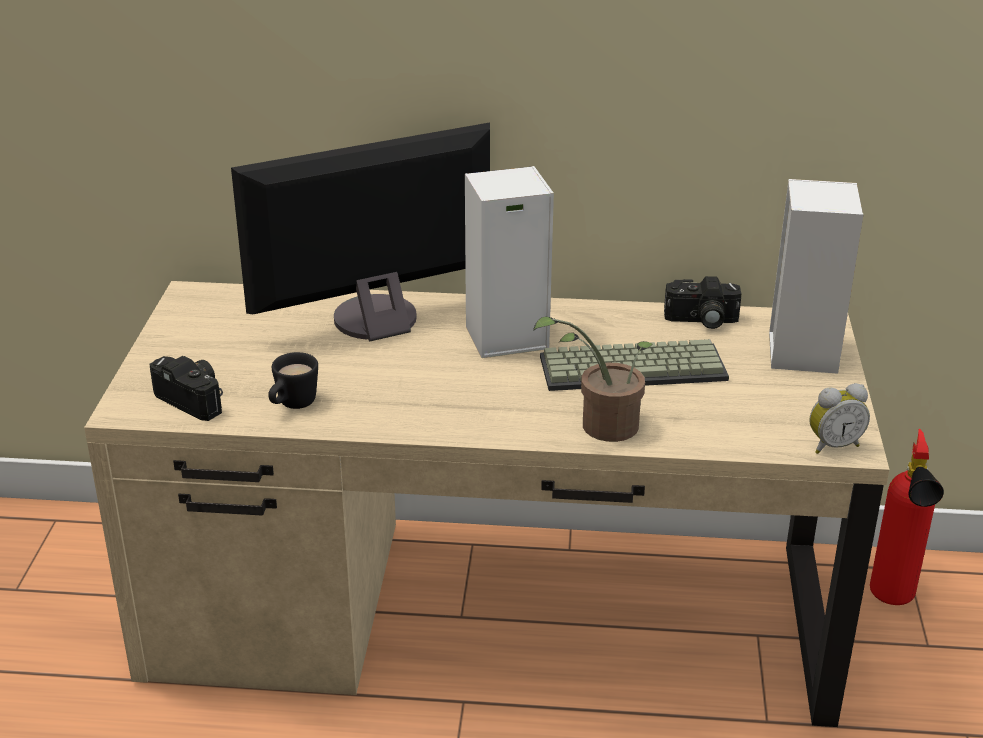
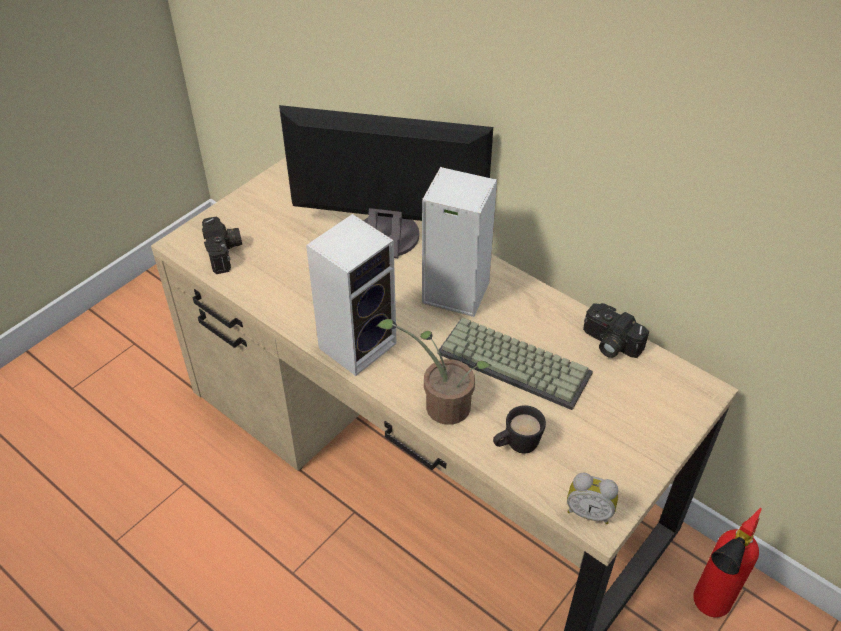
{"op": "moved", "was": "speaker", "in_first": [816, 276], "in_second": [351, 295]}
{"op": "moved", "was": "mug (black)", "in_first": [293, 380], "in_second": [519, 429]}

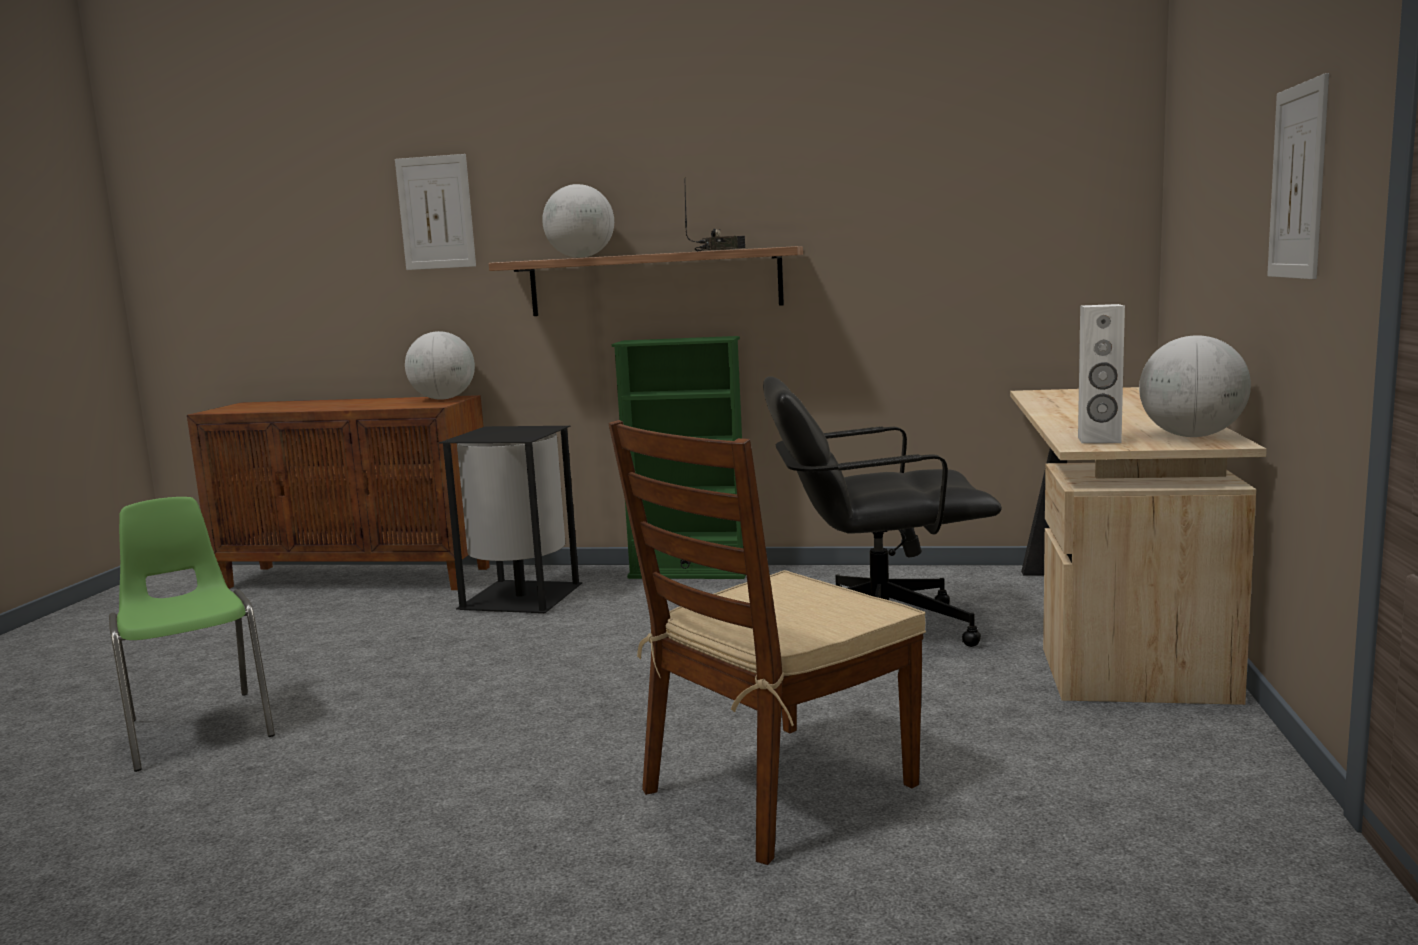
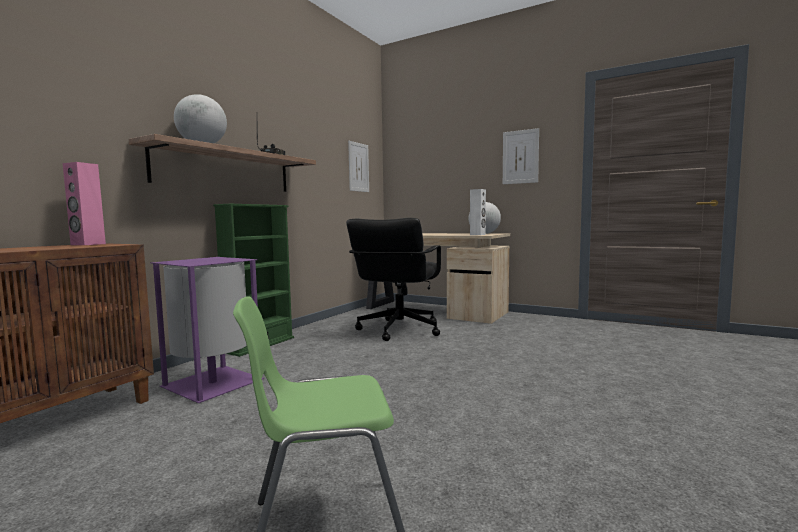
{"op": "replaced", "was": "world globe", "now": "speaker (pink)", "in_first": [440, 365], "in_second": [84, 203]}
{"op": "recoloured", "was": "trash can (black)", "now": "trash can (purple-coloured)", "in_first": [510, 519], "in_second": [207, 330]}
{"op": "moved", "was": "wall picture", "in_first": [435, 212], "in_second": [358, 166]}
{"op": "removed", "was": "plain chair (brown-coloured)", "in_first": [767, 642]}

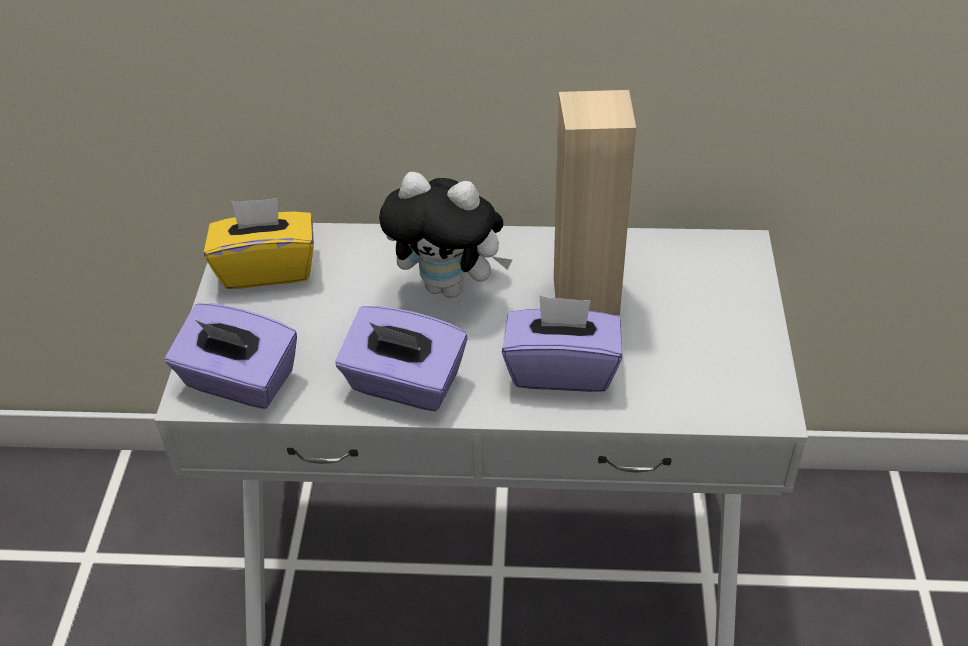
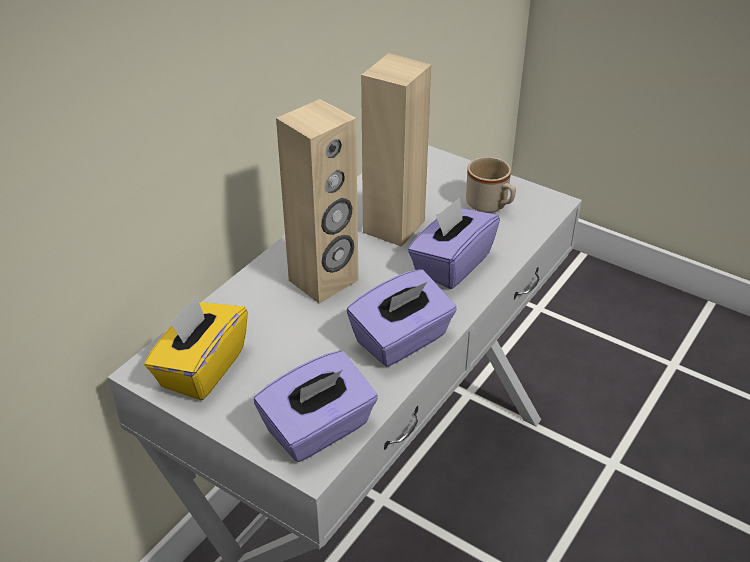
{"op": "replaced", "was": "plush toy", "now": "speaker (sand-coloured)", "in_first": [445, 235], "in_second": [317, 201]}
{"op": "added", "now": "mug (sand-coloured)", "in_second": [491, 185]}

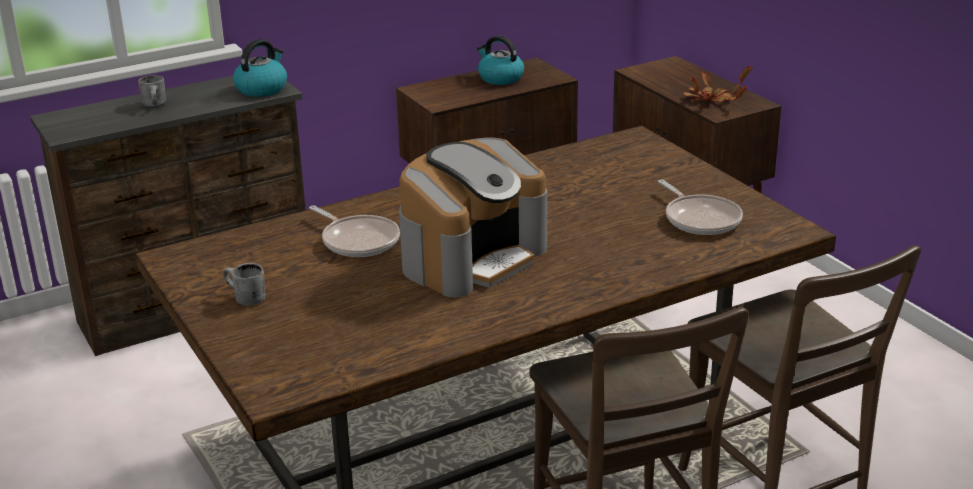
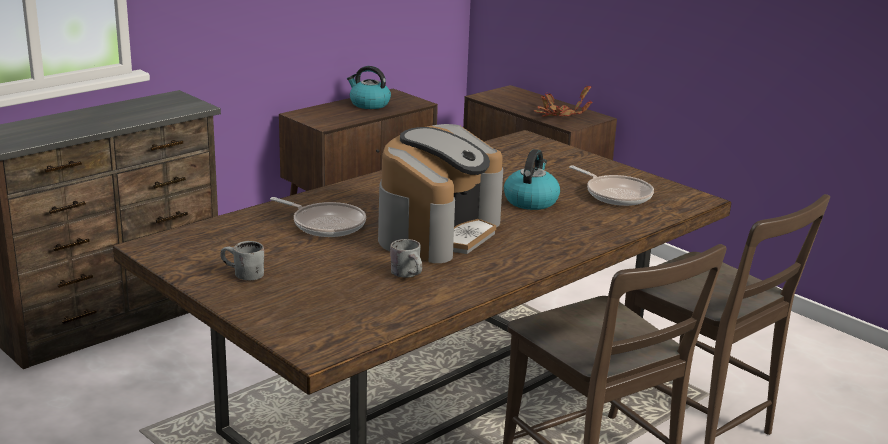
{"op": "moved", "was": "mug (greyish)", "in_first": [152, 91], "in_second": [406, 258]}
{"op": "moved", "was": "tea kettle", "in_first": [260, 68], "in_second": [532, 179]}

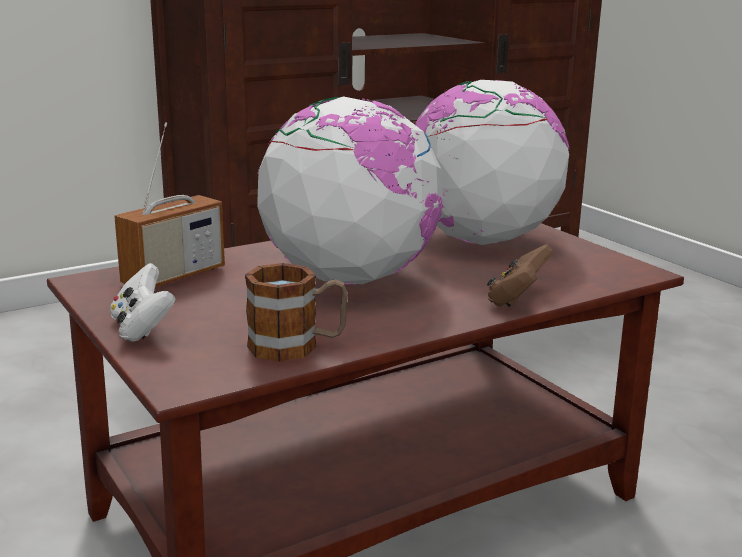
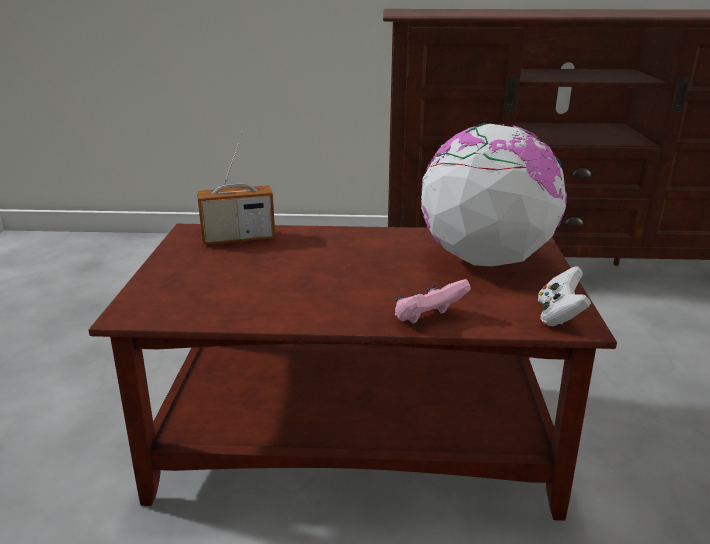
{"op": "recoloured", "was": "joypad (brown-coloured)", "now": "joypad (pink)", "in_first": [520, 276], "in_second": [433, 301]}
{"op": "moved", "was": "joypad (white)", "in_first": [143, 302], "in_second": [564, 296]}
{"op": "removed", "was": "mug", "in_first": [296, 312]}
{"op": "removed", "was": "world globe", "in_first": [350, 190]}

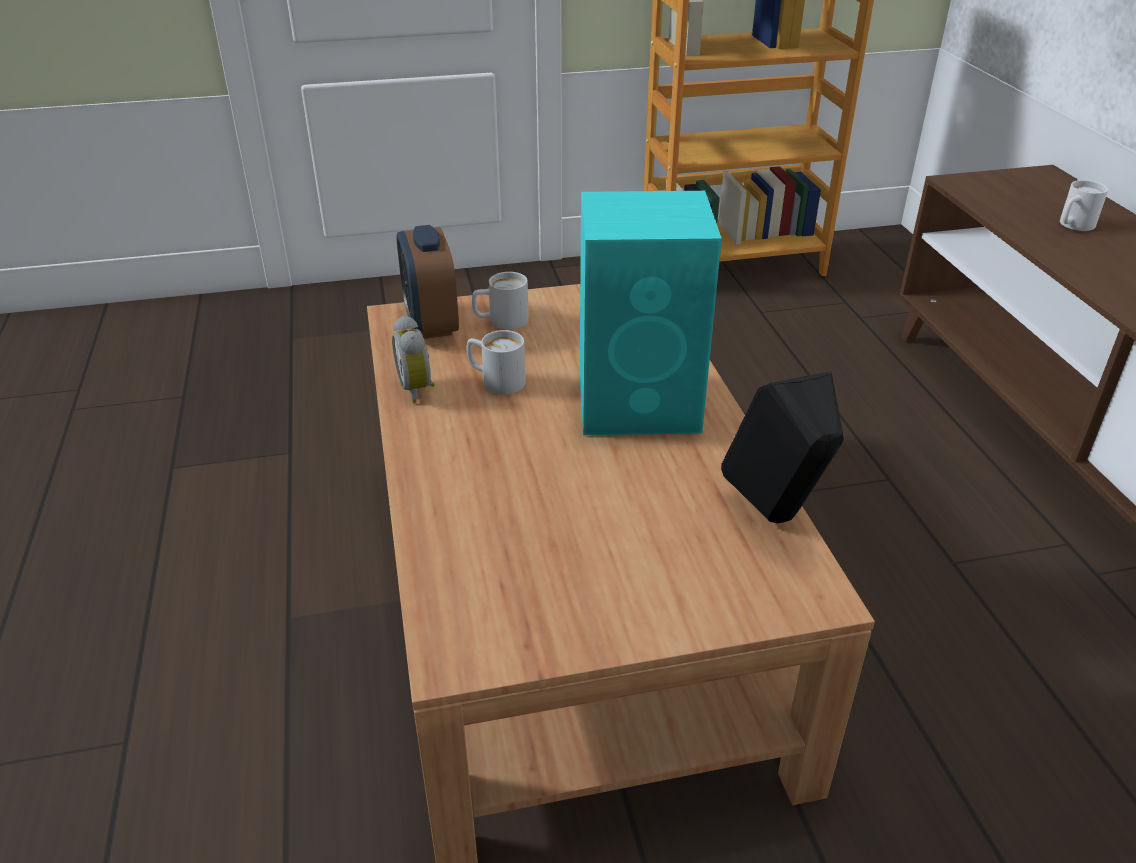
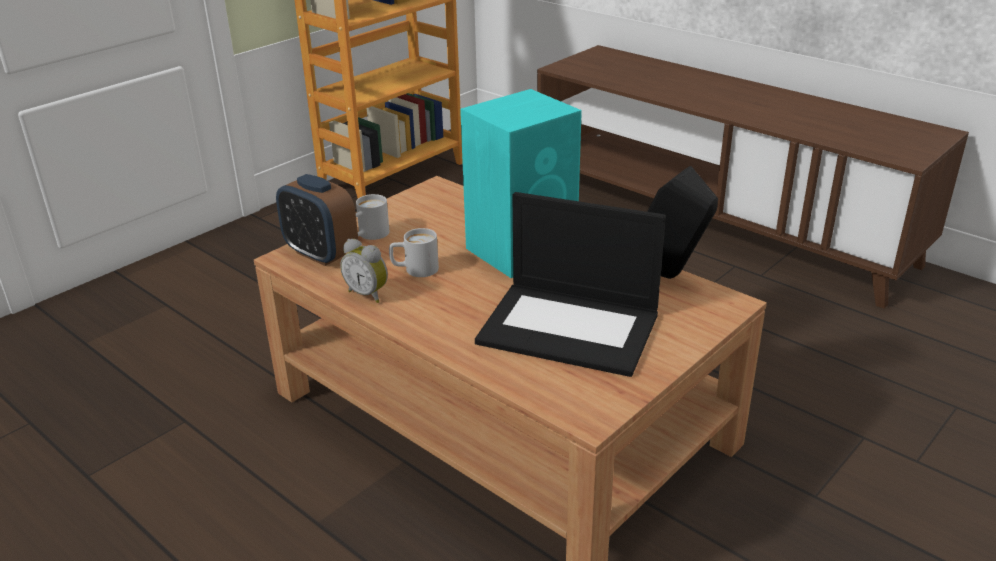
{"op": "added", "now": "laptop", "in_second": [570, 284]}
{"op": "removed", "was": "mug (white)", "in_first": [1084, 205]}

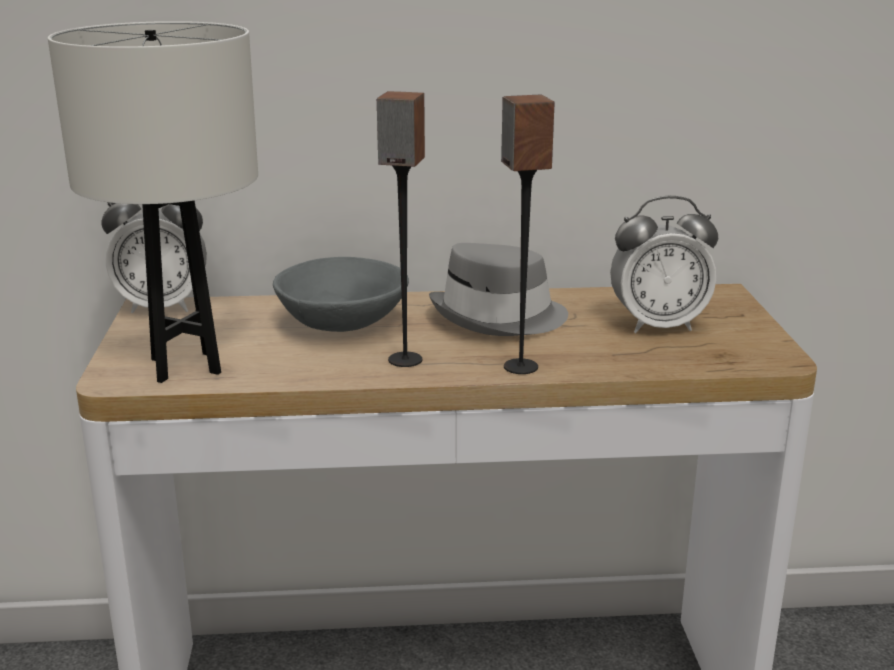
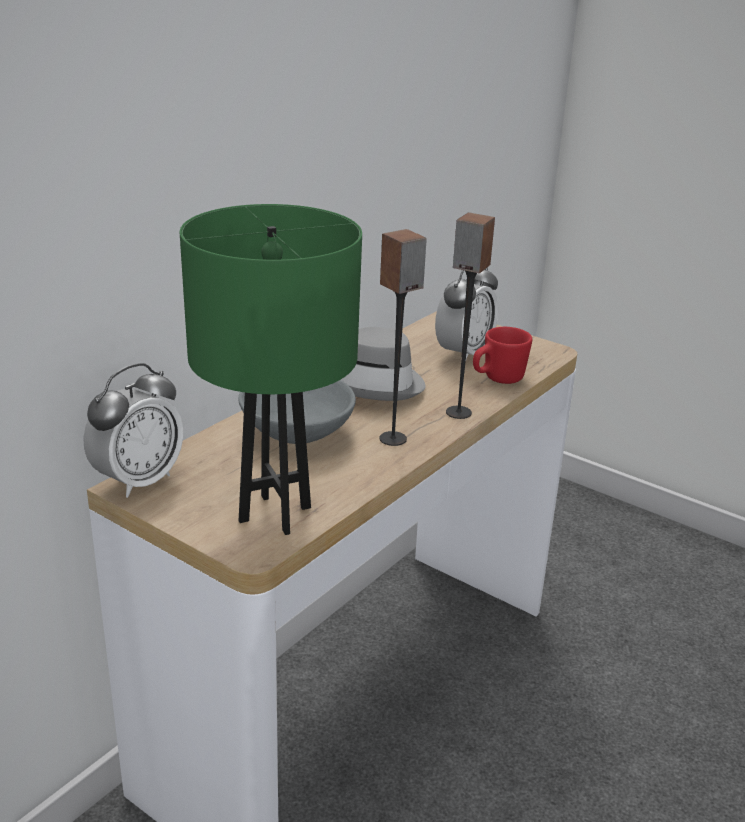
{"op": "recoloured", "was": "table lamp (white)", "now": "table lamp (greenish)", "in_first": [153, 202], "in_second": [271, 369]}
{"op": "added", "now": "mug (red-coloured)", "in_second": [502, 355]}

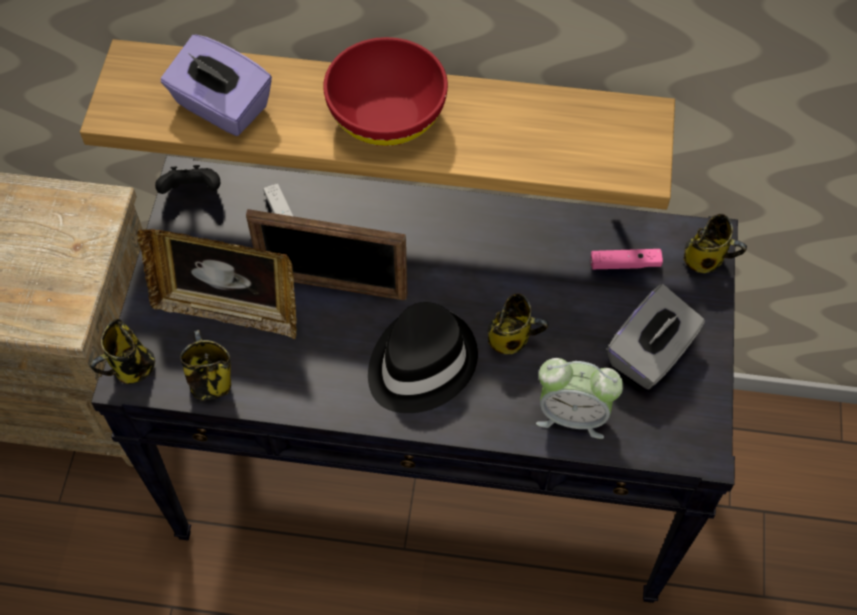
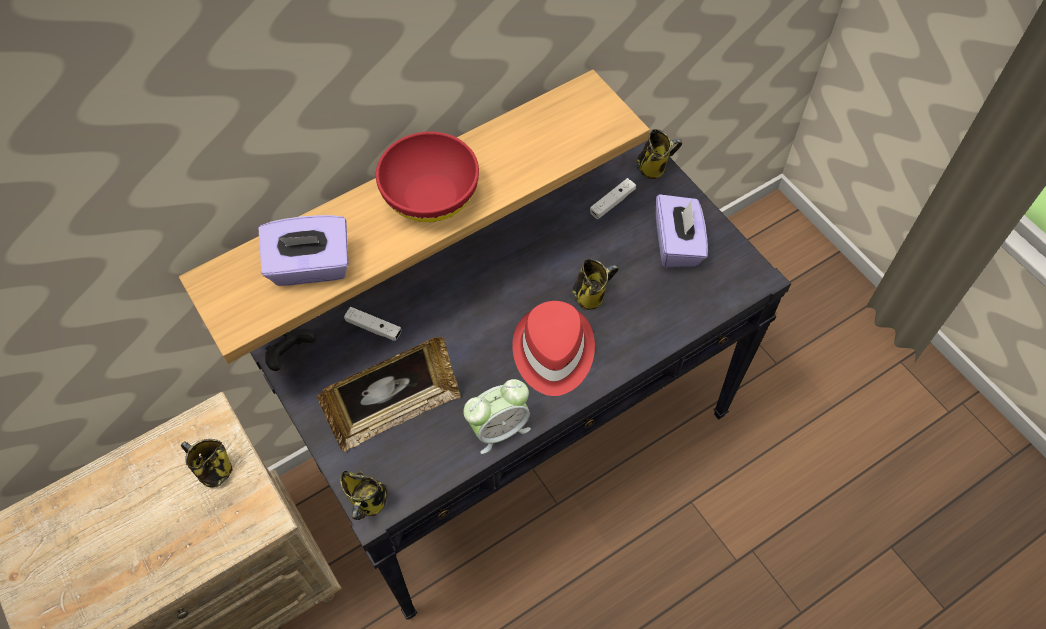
{"op": "moved", "was": "mug", "in_first": [205, 365], "in_second": [207, 463]}
{"op": "moved", "was": "table clock", "in_first": [579, 398], "in_second": [497, 416]}
{"op": "recoloured", "was": "wearable hat (black)", "now": "wearable hat (red-coloured)", "in_first": [423, 357], "in_second": [553, 348]}
{"op": "recoloured", "was": "joypad (pink)", "now": "joypad (white)", "in_first": [627, 259], "in_second": [613, 198]}
{"op": "recoloured", "was": "tissue holder (greyish)", "now": "tissue holder (purple-coloured)", "in_first": [656, 337], "in_second": [682, 230]}
{"op": "removed", "was": "photo frame", "in_first": [326, 254]}

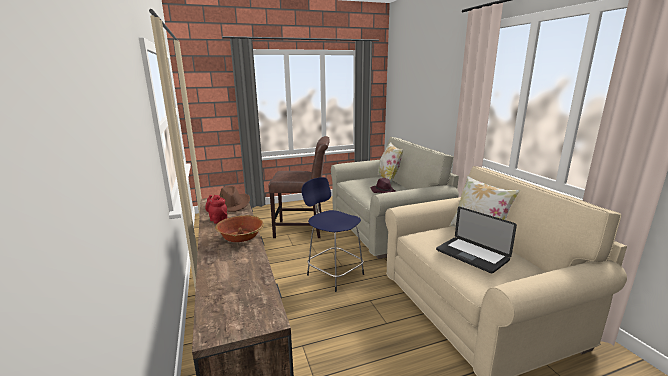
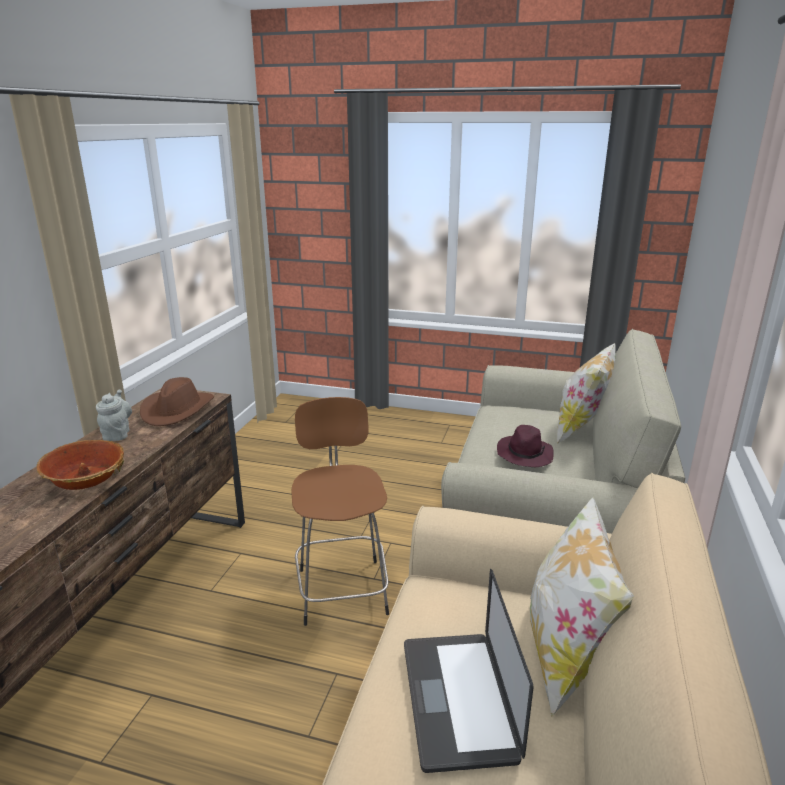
{"op": "recoloured", "was": "teapot (red-coloured)", "now": "teapot (greyish)", "in_first": [216, 209], "in_second": [114, 415]}
{"op": "recoloured", "was": "sitting stool (blue-coloured)", "now": "sitting stool (brown-coloured)", "in_first": [332, 234], "in_second": [340, 511]}
{"op": "removed", "was": "plain chair (brown-coloured)", "in_first": [299, 187]}

